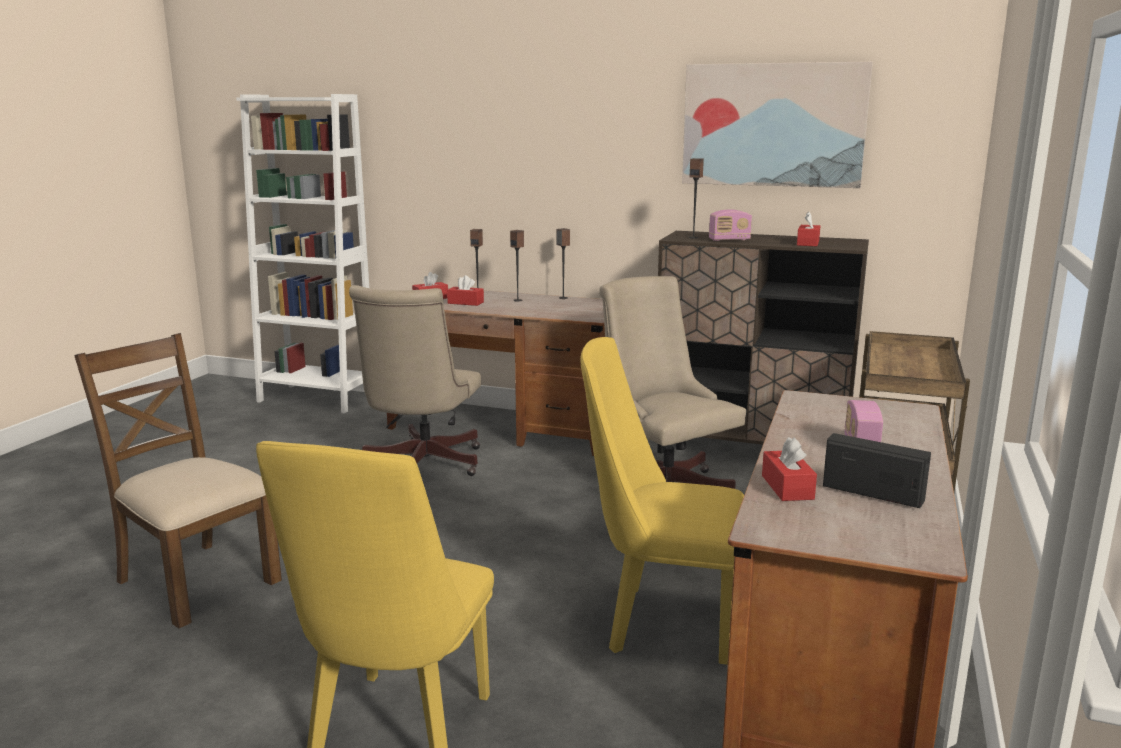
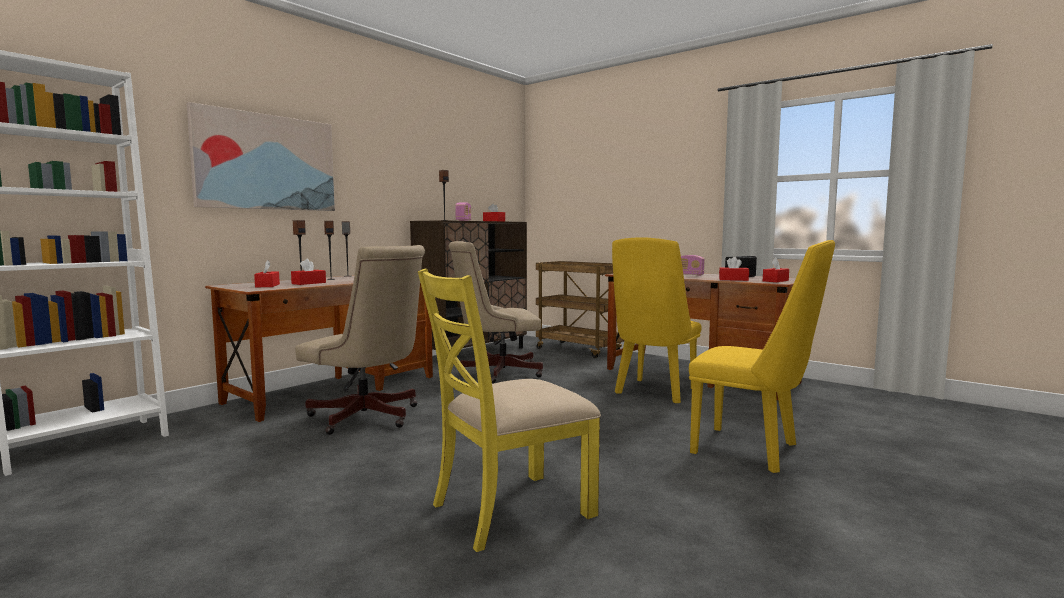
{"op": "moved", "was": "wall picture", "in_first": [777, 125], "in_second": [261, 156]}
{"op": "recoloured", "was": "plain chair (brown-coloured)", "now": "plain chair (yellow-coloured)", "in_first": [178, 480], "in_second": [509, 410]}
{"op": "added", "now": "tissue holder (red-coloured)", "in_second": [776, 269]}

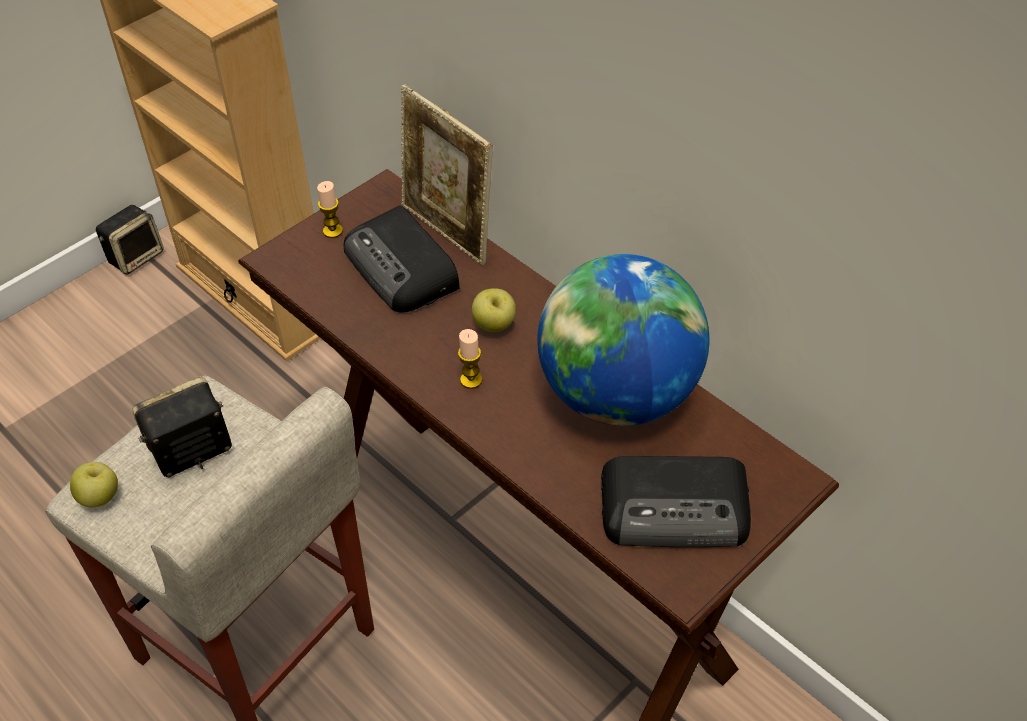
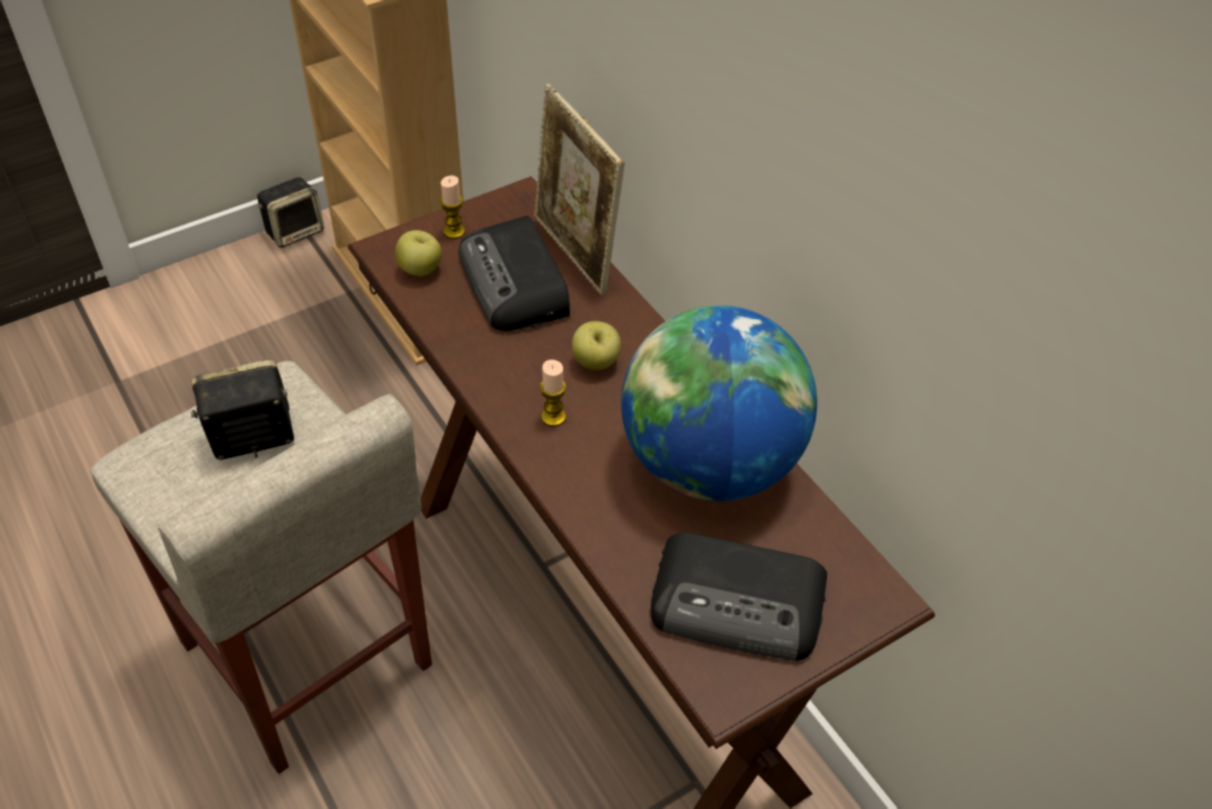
{"op": "moved", "was": "whole apple", "in_first": [94, 484], "in_second": [418, 253]}

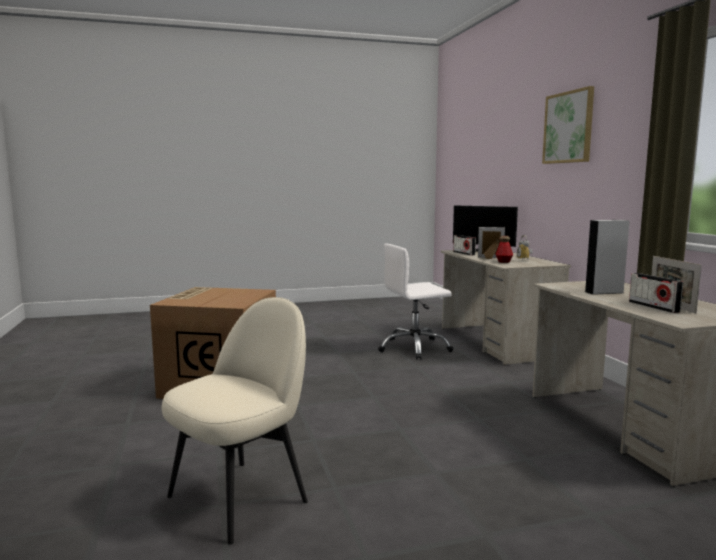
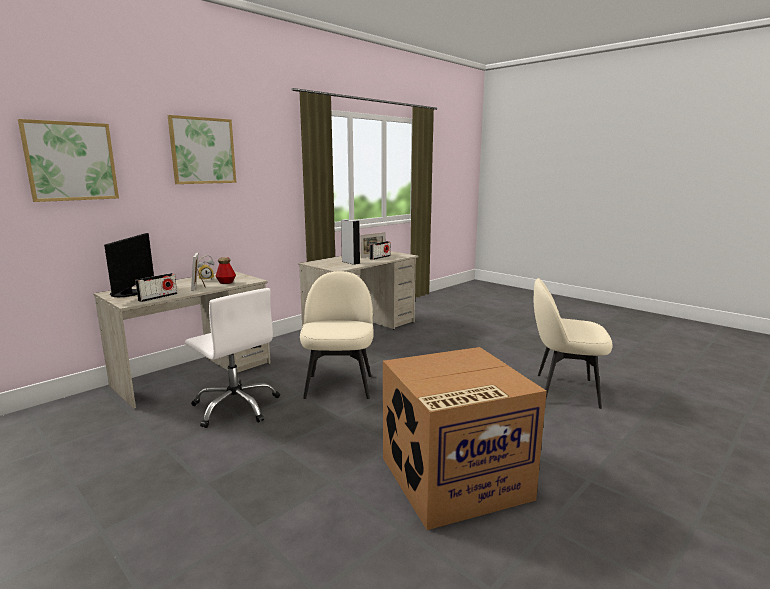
{"op": "added", "now": "wall picture", "in_second": [68, 160]}
{"op": "added", "now": "plain chair (sand-coloured)", "in_second": [337, 335]}

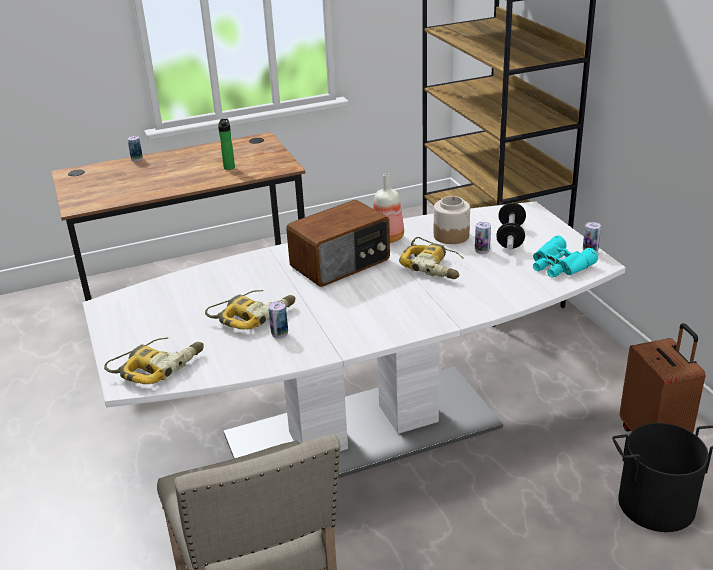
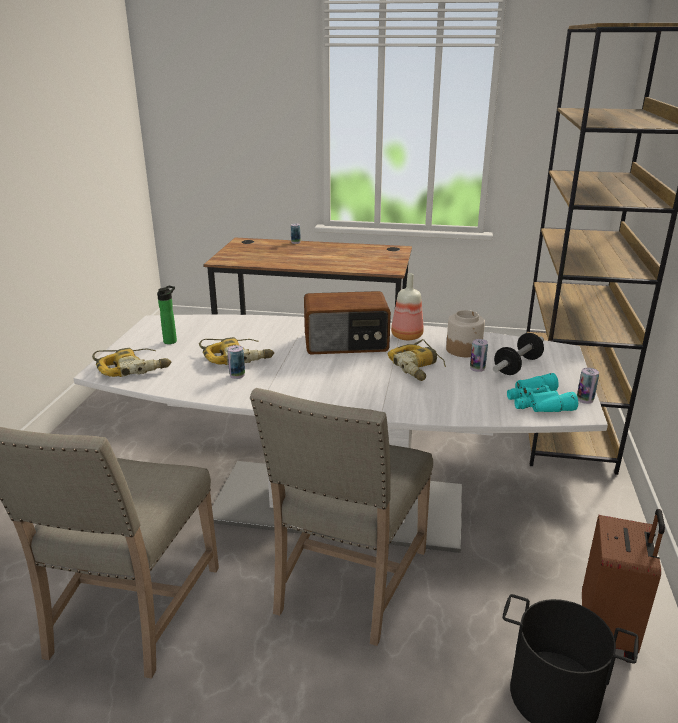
{"op": "moved", "was": "bottle", "in_first": [226, 144], "in_second": [167, 315]}
{"op": "added", "now": "plain chair (sand-coloured)", "in_second": [341, 517]}

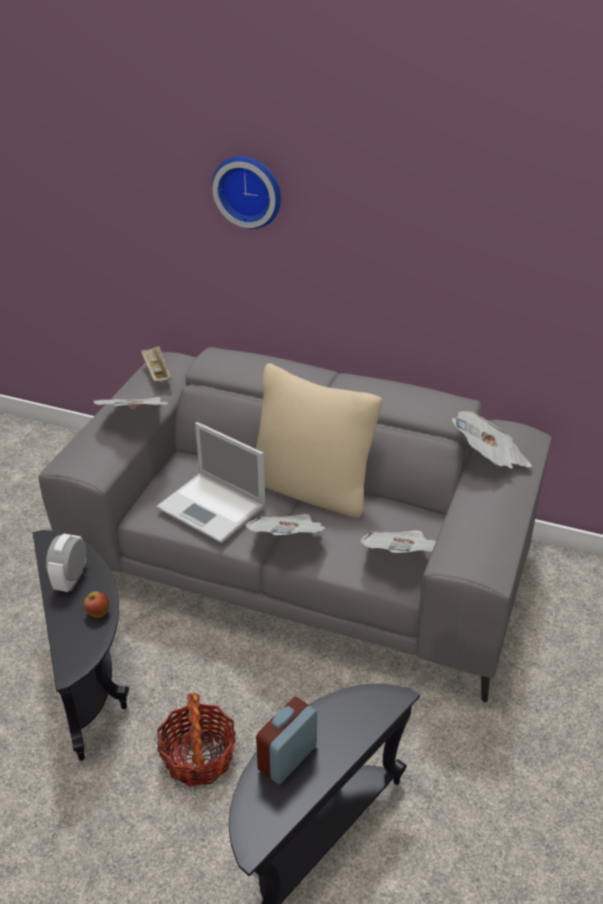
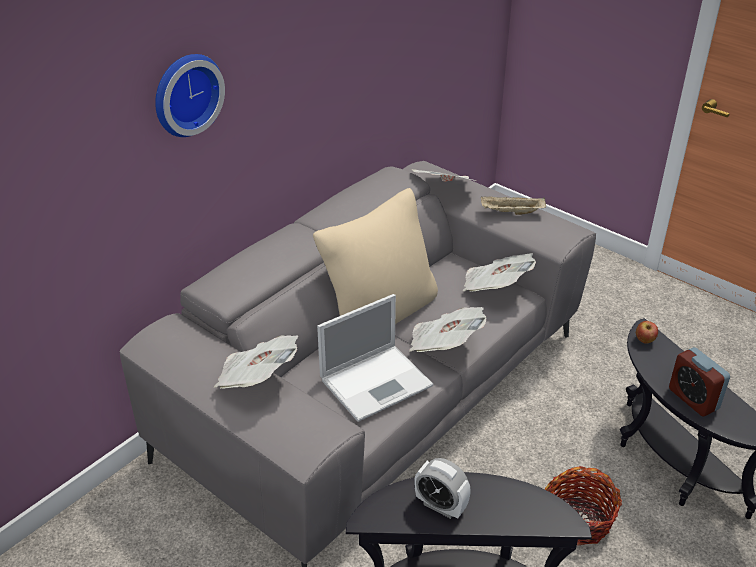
{"op": "moved", "was": "serving tray (sand-coloured)", "in_first": [156, 364], "in_second": [513, 205]}
{"op": "moved", "was": "whole apple", "in_first": [96, 604], "in_second": [647, 332]}

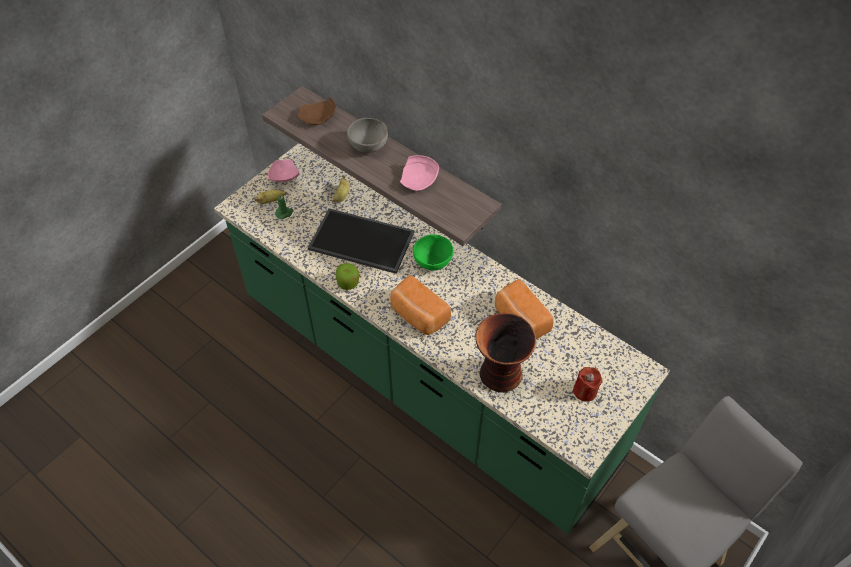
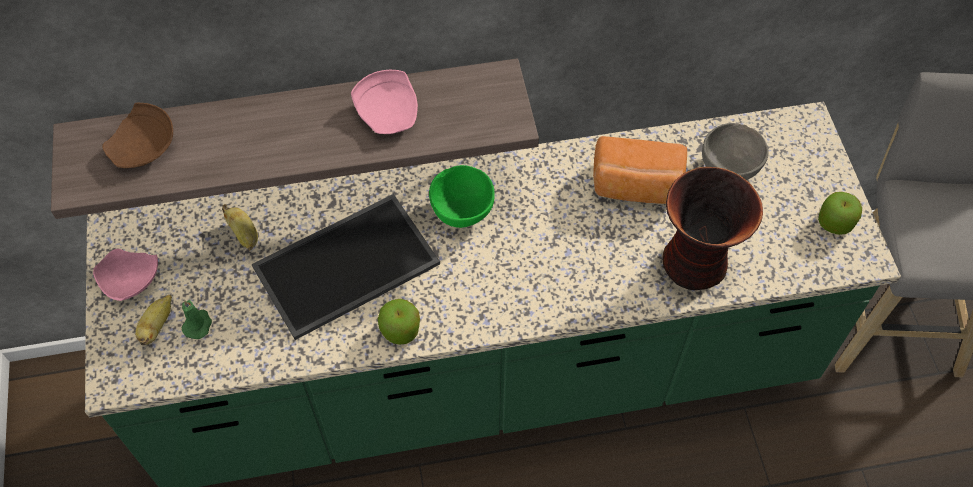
{"op": "moved", "was": "deep dish (greyish)", "in_first": [367, 135], "in_second": [735, 151]}
{"op": "added", "now": "whole apple", "in_second": [840, 213]}
{"op": "removed", "was": "bakery bread", "in_first": [420, 305]}
{"op": "removed", "was": "wax light (red-coloured)", "in_first": [587, 384]}

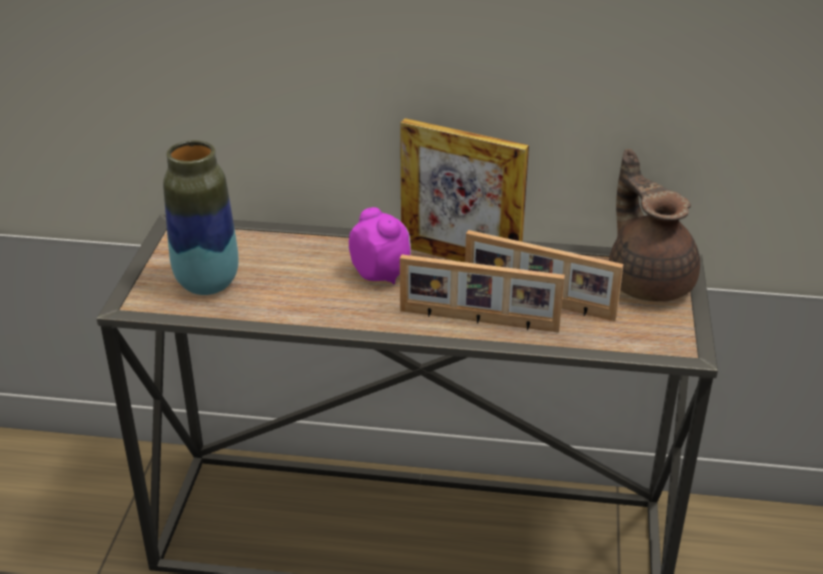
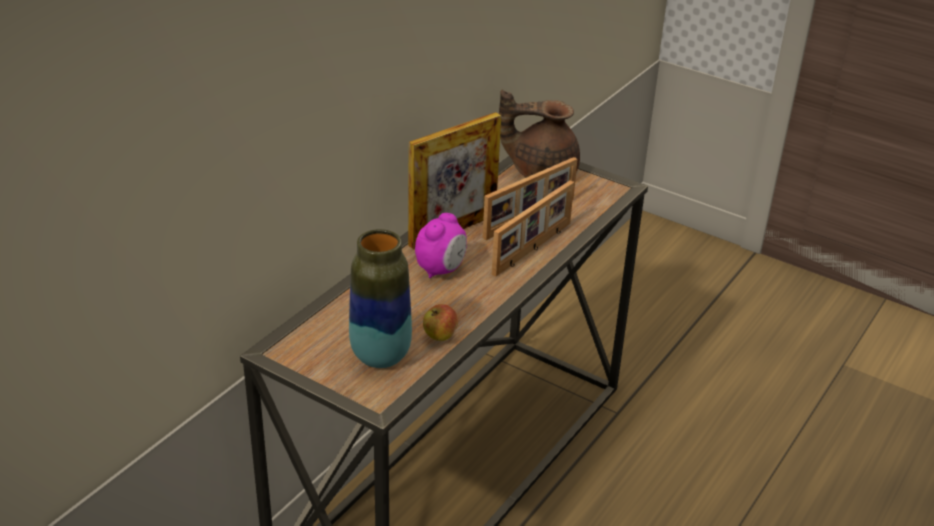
{"op": "turned", "was": "table clock", "in_first": [380, 245], "in_second": [441, 245], "clockwise": 135}
{"op": "added", "now": "whole apple", "in_second": [440, 322]}

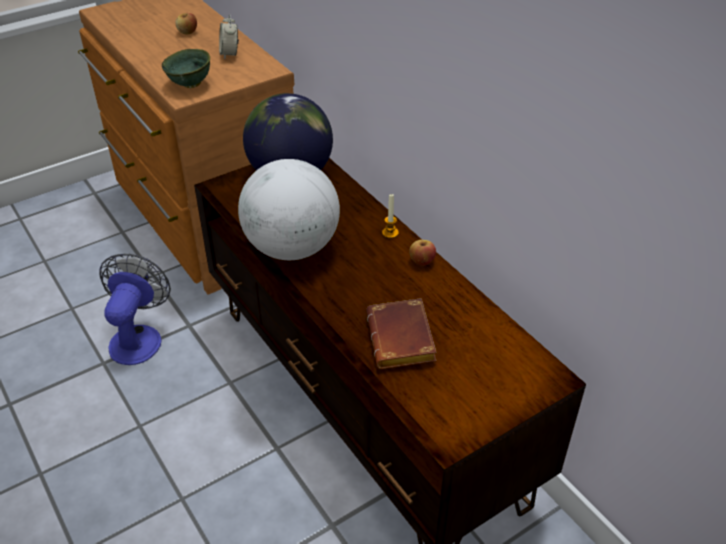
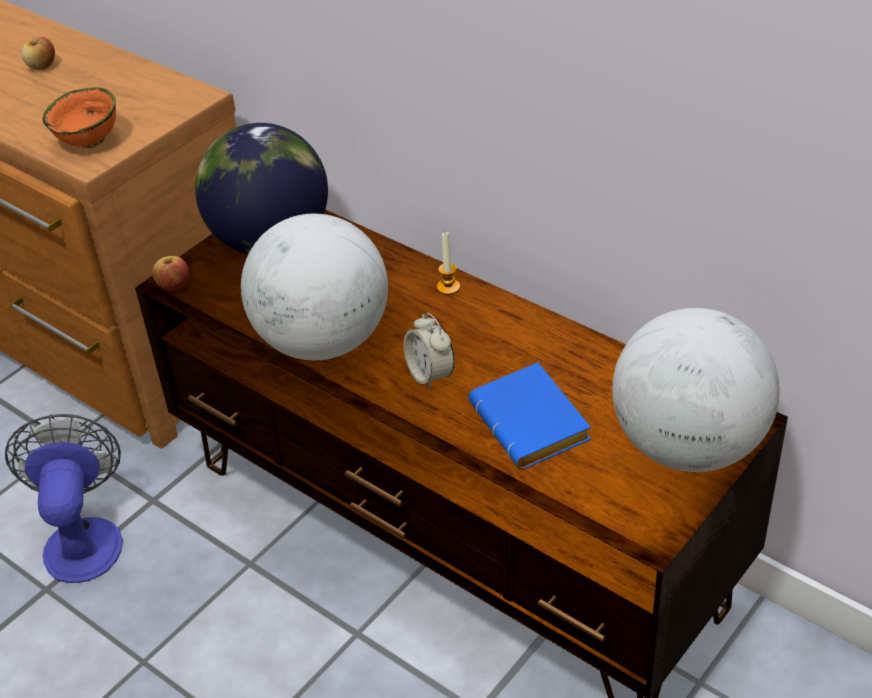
{"op": "recoloured", "was": "deep dish (greenish)", "now": "deep dish (orange)", "in_first": [186, 68], "in_second": [79, 117]}
{"op": "moved", "was": "whole apple", "in_first": [422, 253], "in_second": [170, 273]}
{"op": "moved", "was": "table clock", "in_first": [229, 37], "in_second": [429, 351]}
{"op": "recoloured", "was": "bound book (brown-coloured)", "now": "bound book (blue-coloured)", "in_first": [401, 333], "in_second": [530, 416]}
{"op": "added", "now": "world globe", "in_second": [696, 390]}

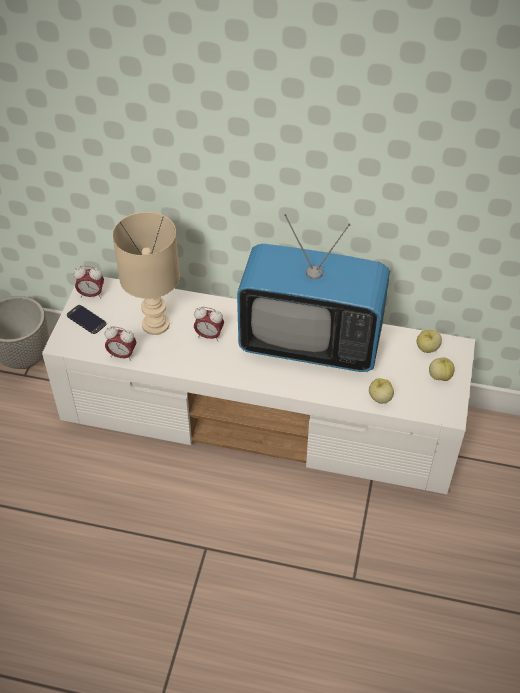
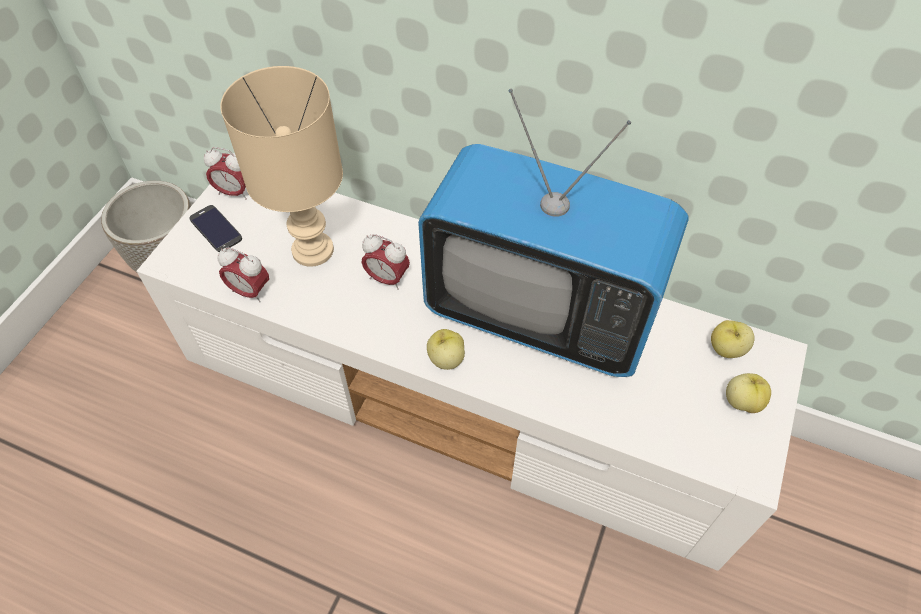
{"op": "moved", "was": "whole apple", "in_first": [381, 391], "in_second": [446, 349]}

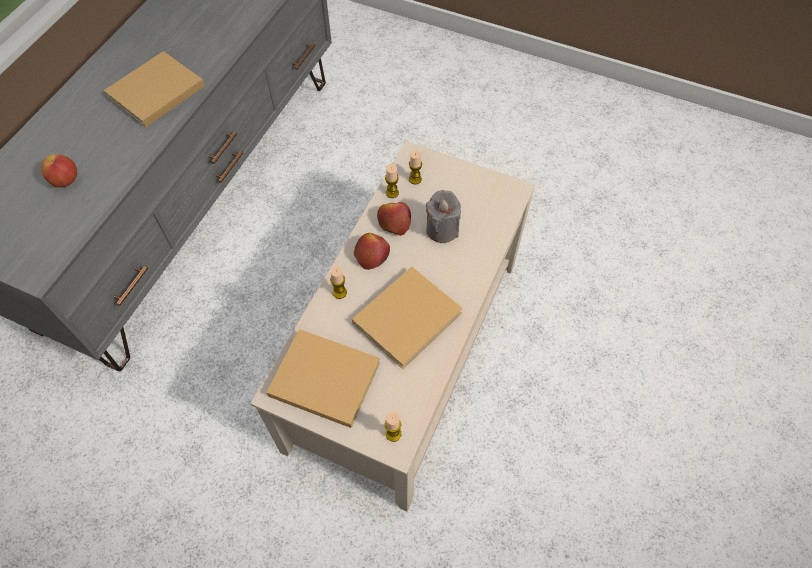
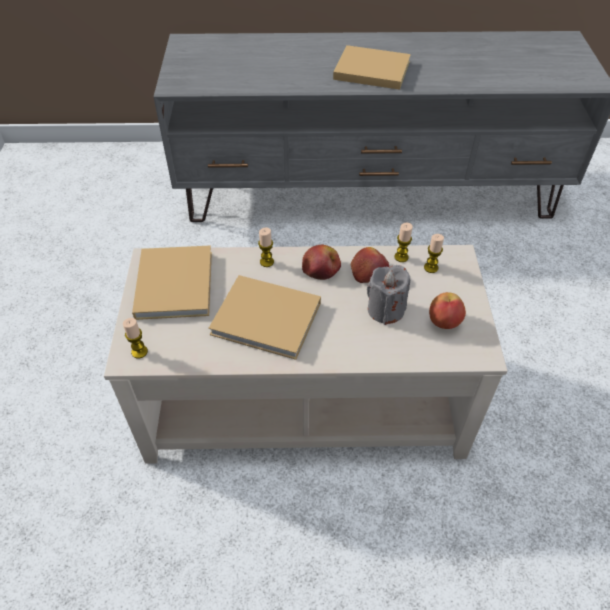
{"op": "moved", "was": "whole apple", "in_first": [59, 171], "in_second": [447, 310]}

